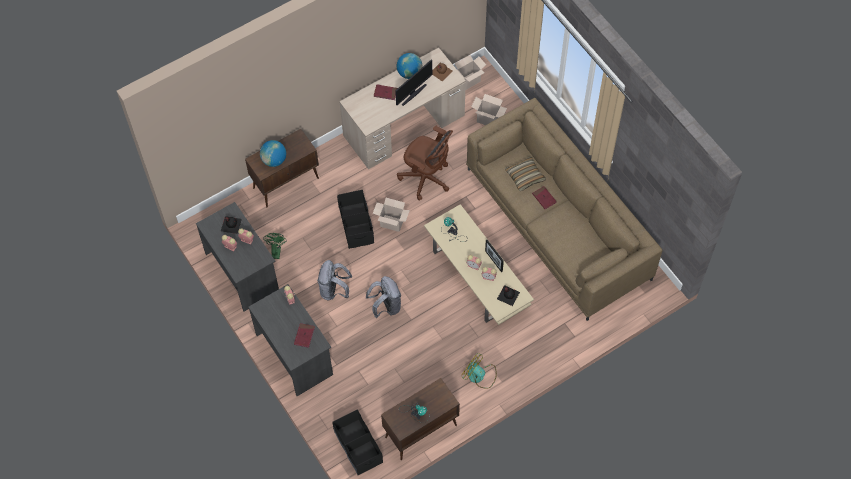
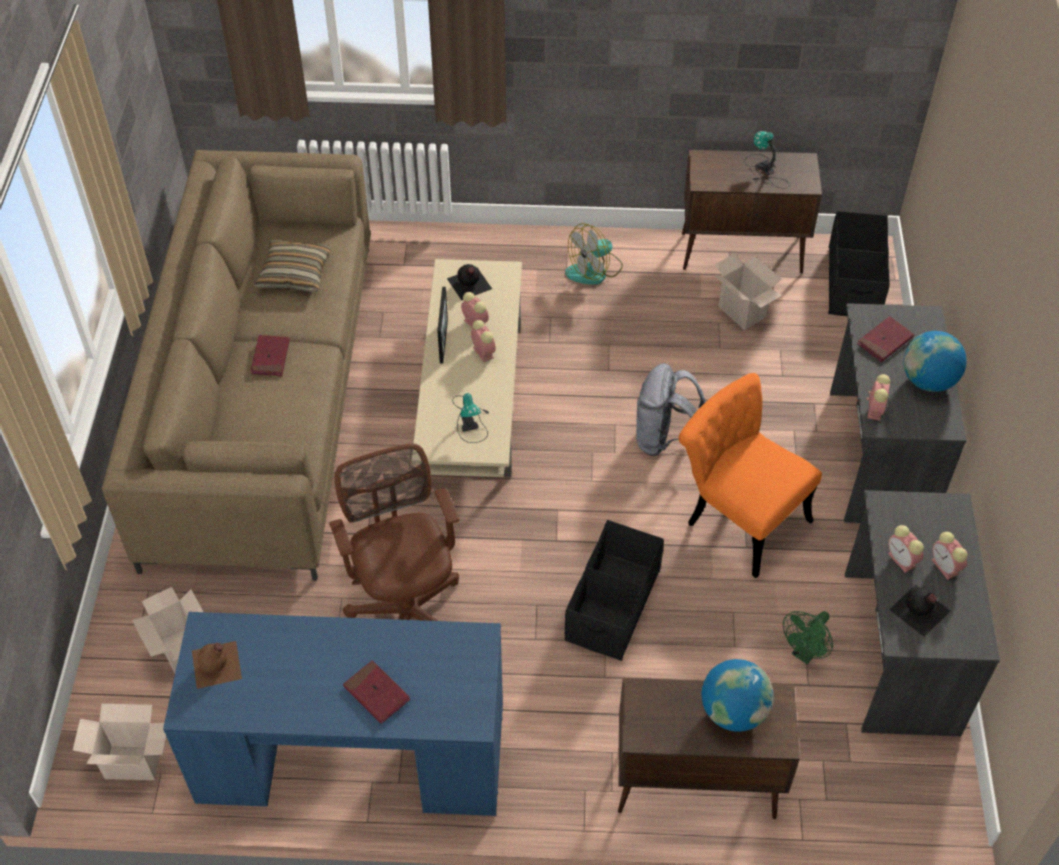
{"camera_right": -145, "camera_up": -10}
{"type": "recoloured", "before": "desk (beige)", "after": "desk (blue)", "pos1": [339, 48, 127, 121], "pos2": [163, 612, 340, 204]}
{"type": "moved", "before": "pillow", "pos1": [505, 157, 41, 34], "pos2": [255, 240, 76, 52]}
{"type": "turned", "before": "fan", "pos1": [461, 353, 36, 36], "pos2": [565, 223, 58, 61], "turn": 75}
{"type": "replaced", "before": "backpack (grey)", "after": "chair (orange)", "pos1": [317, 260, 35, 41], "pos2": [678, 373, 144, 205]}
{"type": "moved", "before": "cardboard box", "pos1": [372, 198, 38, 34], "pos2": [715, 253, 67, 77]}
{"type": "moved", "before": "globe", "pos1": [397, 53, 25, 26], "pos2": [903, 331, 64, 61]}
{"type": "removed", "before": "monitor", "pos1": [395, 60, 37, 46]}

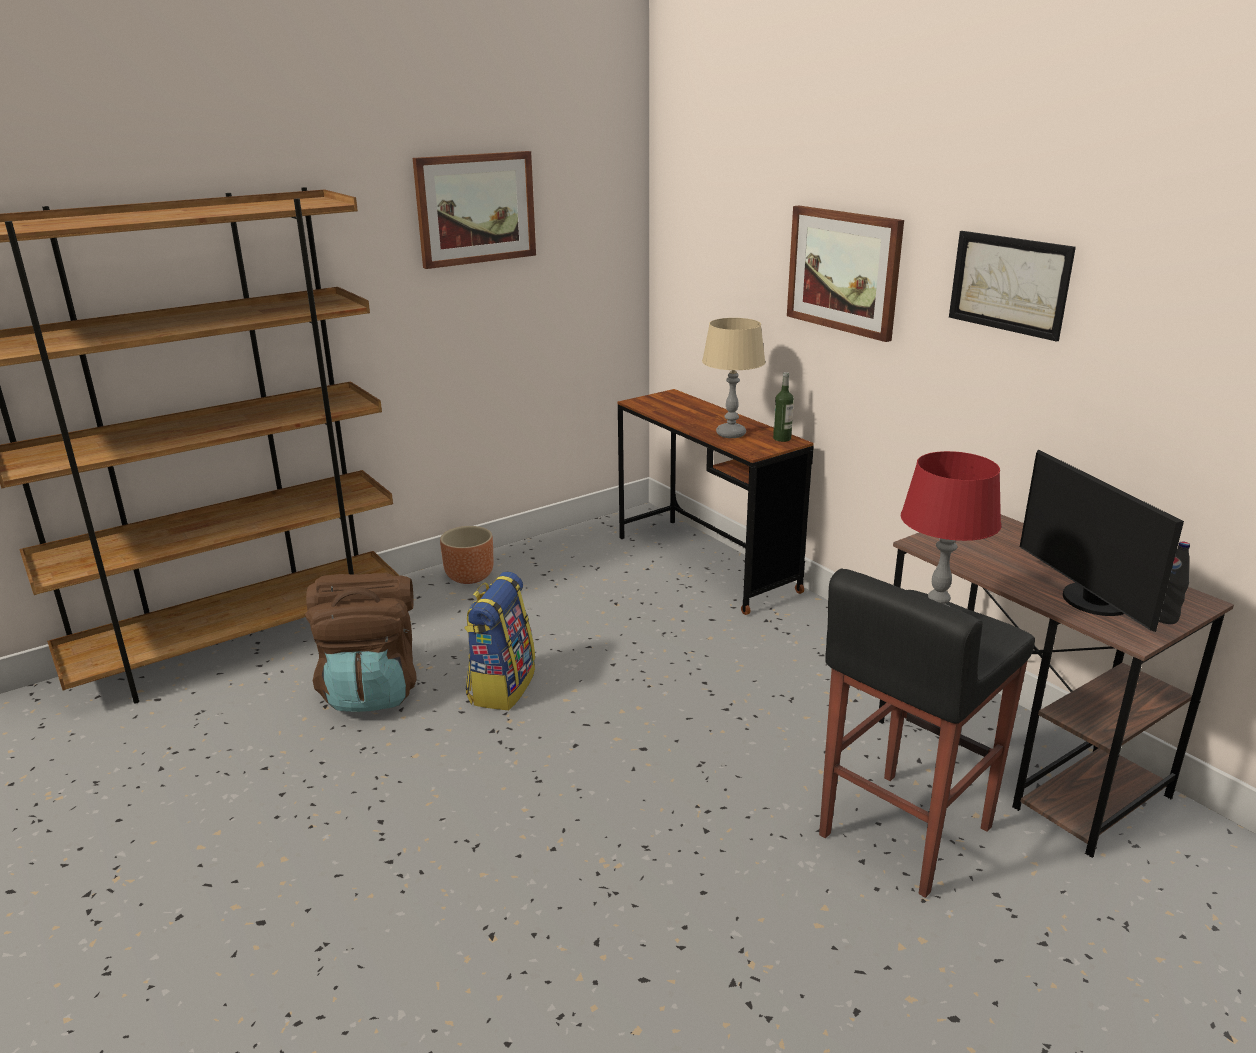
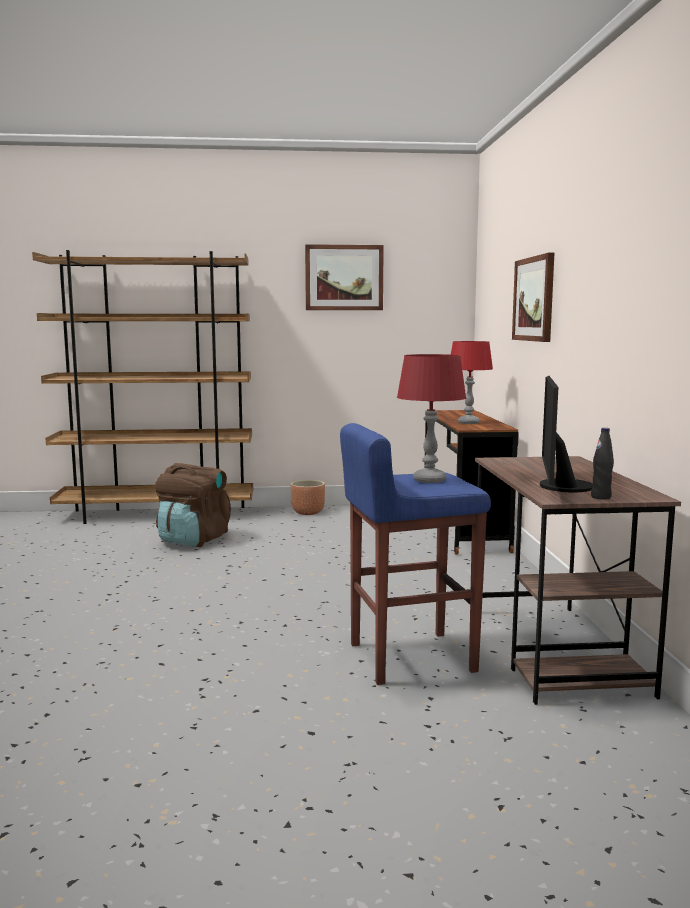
{"camera_right": 30, "camera_up": -15}
{"type": "recoloured", "before": "stool (black)", "after": "stool (blue)", "pos1": [819, 569, 216, 329], "pos2": [340, 423, 151, 262]}
{"type": "recoloured", "before": "table lamp (beige)", "after": "table lamp (red)", "pos1": [702, 318, 64, 120], "pos2": [451, 341, 42, 83]}
{"type": "removed", "before": "backpack", "pos1": [464, 572, 71, 138]}
{"type": "removed", "before": "bottle", "pos1": [773, 372, 21, 70]}
{"type": "removed", "before": "picture", "pos1": [949, 231, 127, 111]}

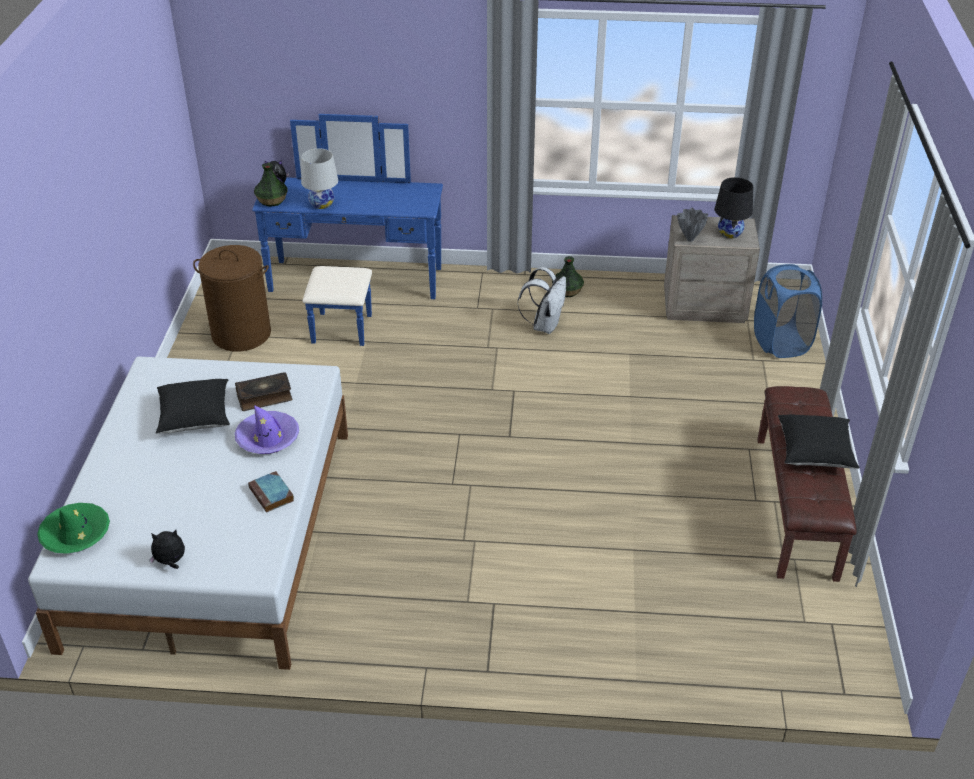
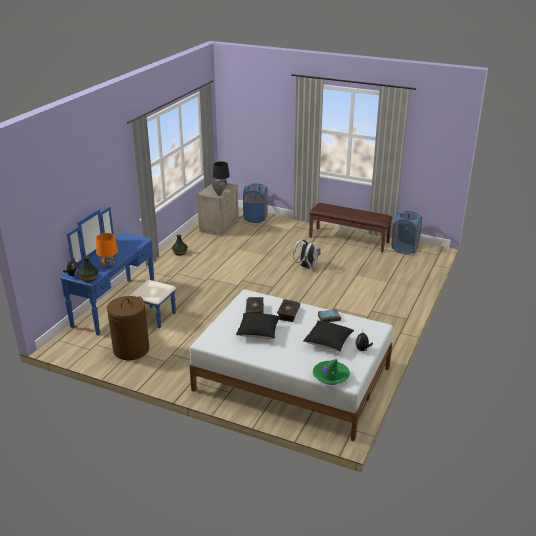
{"camera_right": -70, "camera_up": -10}
{"type": "recoloured", "before": "table lamp (white)", "after": "table lamp (orange)", "pos1": [301, 148, 37, 61], "pos2": [96, 233, 22, 35]}
{"type": "replaced", "before": "hat (purple)", "after": "book", "pos1": [235, 405, 64, 49], "pos2": [277, 299, 23, 23]}
{"type": "moved", "before": "backpack (white)", "pos1": [518, 267, 48, 67], "pos2": [293, 240, 28, 29]}
{"type": "moved", "before": "pillow (black)", "pos1": [778, 414, 81, 55], "pos2": [303, 321, 51, 31]}
{"type": "added", "after": "laundry basket (blue)", "pos2": [392, 211, 30, 44]}

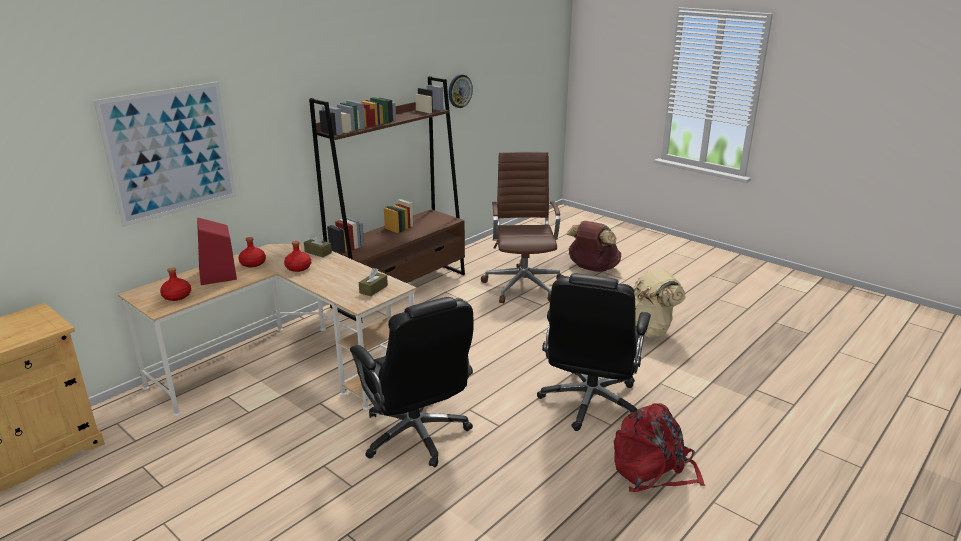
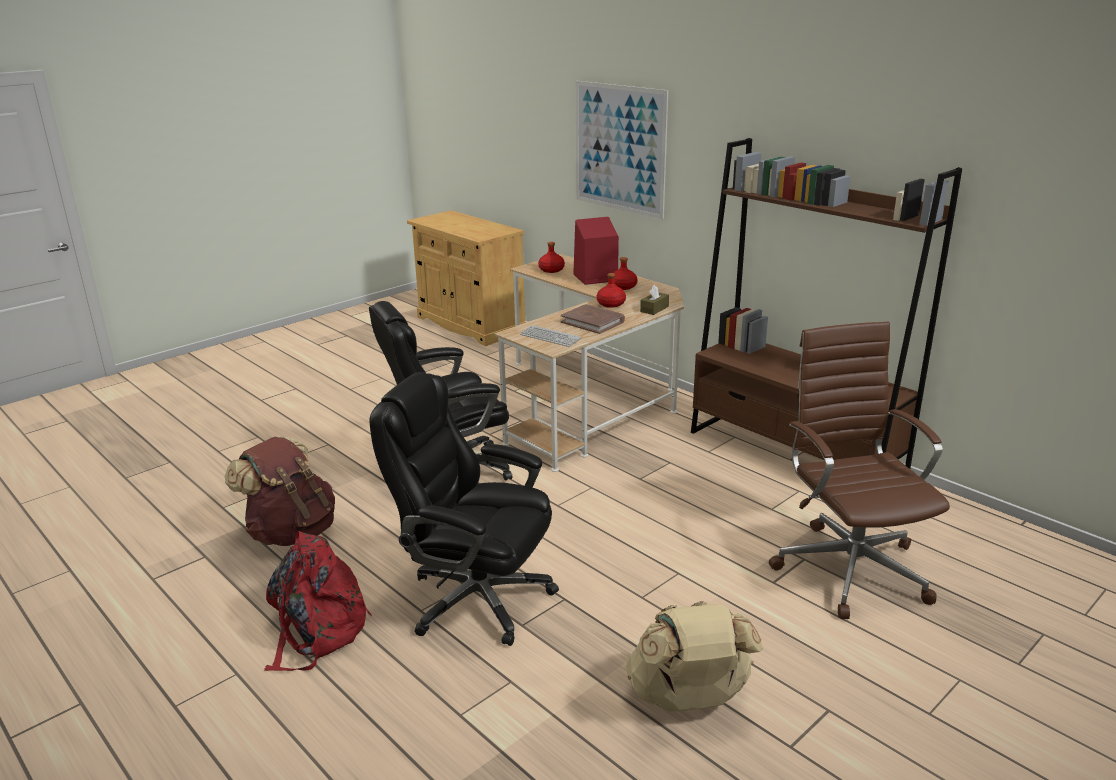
{"camera_right": 95, "camera_up": 0}
{"type": "moved", "before": "backpack (brown)", "pos1": [566, 221, 55, 51], "pos2": [225, 436, 110, 110]}
{"type": "replaced", "before": "tissue box (brown)", "after": "keyboard", "pos1": [359, 268, 29, 28], "pos2": [520, 325, 61, 22]}
{"type": "added", "after": "book (brown)", "pos2": [561, 304, 64, 30]}
{"type": "turned", "before": "office chair (brown)", "pos1": [481, 152, 82, 151], "pos2": [769, 322, 181, 297], "turn": -105}
{"type": "removed", "before": "wall clock", "pos1": [449, 74, 24, 34]}

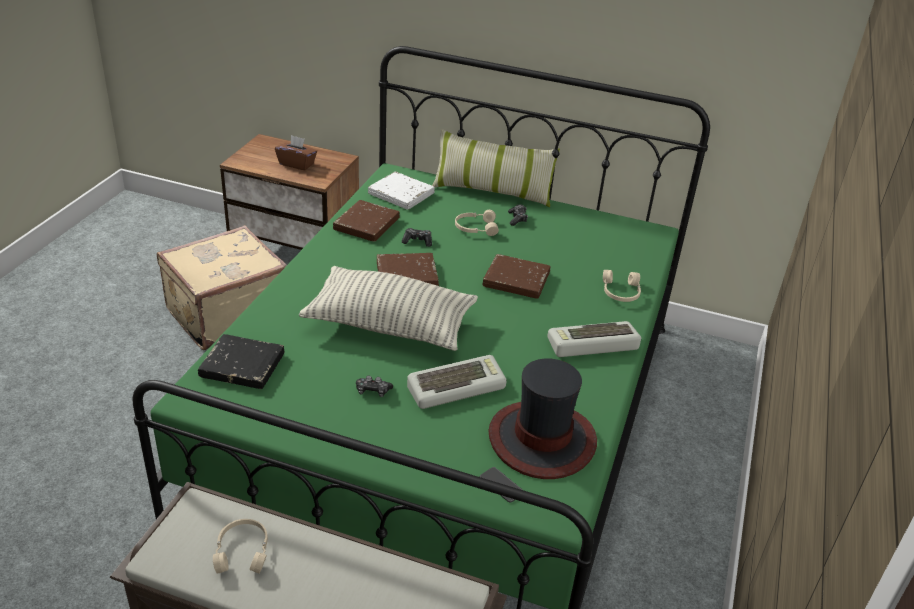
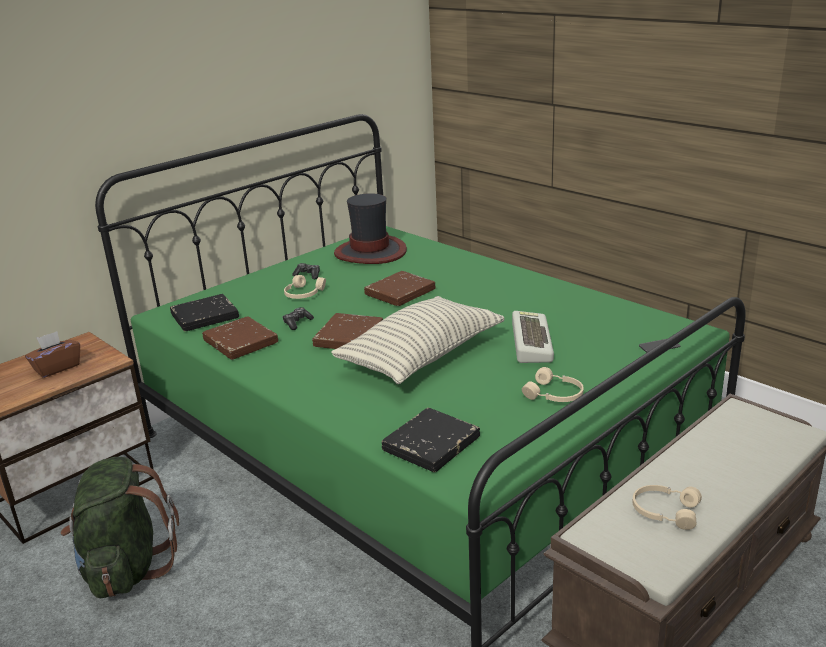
{"camera_right": -60, "camera_up": -10}
{"type": "replaced", "before": "suitcase (beige)", "after": "backpack (green)", "pos1": [157, 225, 130, 125], "pos2": [60, 457, 119, 141]}
{"type": "recoloured", "before": "book (white)", "after": "book (black)", "pos1": [368, 171, 67, 39], "pos2": [170, 294, 69, 37]}
{"type": "moved", "before": "hat", "pos1": [489, 358, 108, 121], "pos2": [334, 193, 73, 71]}
{"type": "moved", "before": "headphones (beige)", "pos1": [603, 270, 38, 32], "pos2": [522, 367, 62, 35]}
{"type": "removed", "before": "game controller", "pos1": [356, 376, 37, 21]}
{"type": "removed", "before": "pillow", "pos1": [432, 129, 128, 78]}
{"type": "removed", "before": "keyboard", "pos1": [547, 321, 94, 36]}

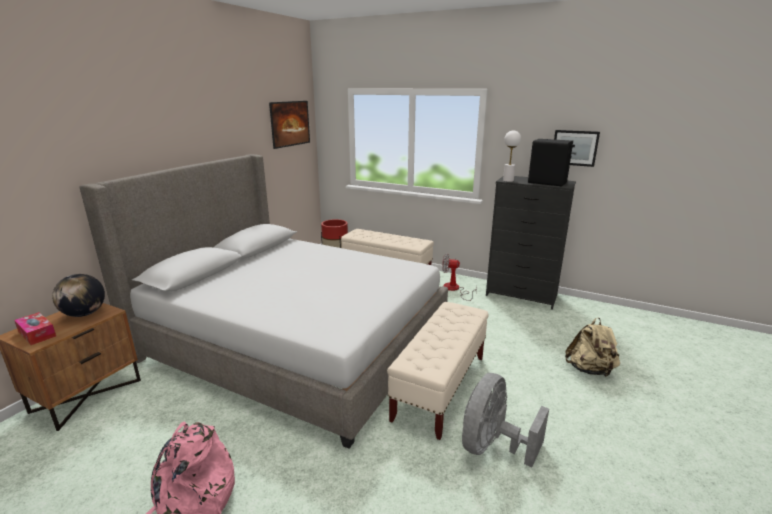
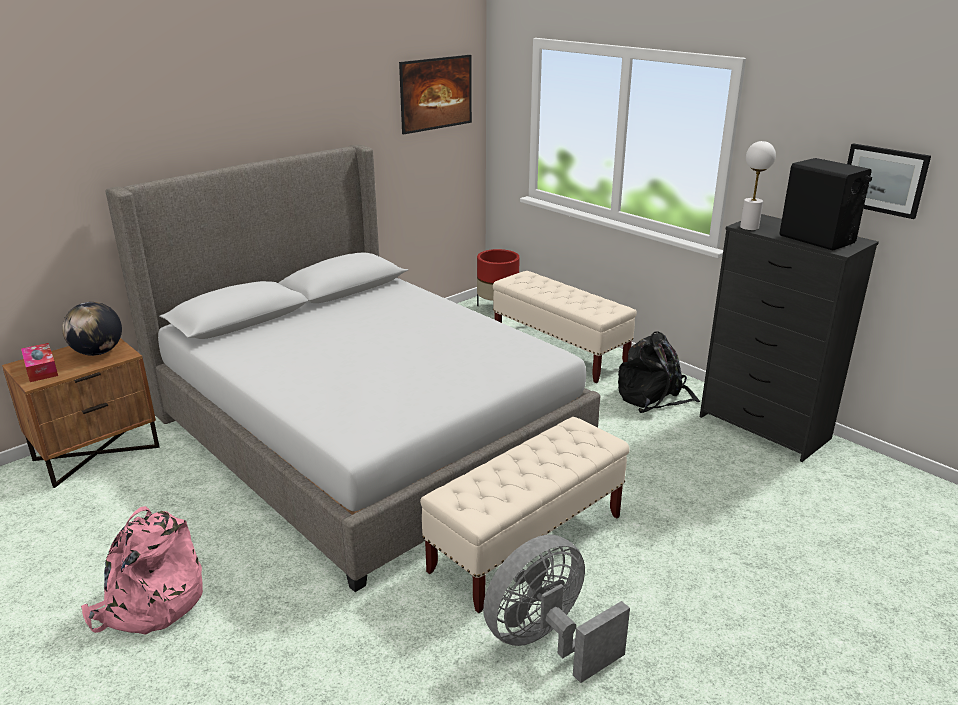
{"camera_right": 20, "camera_up": 5}
{"type": "replaced", "before": "fan", "after": "backpack (black)", "pos1": [442, 254, 35, 47], "pos2": [618, 331, 83, 82]}
{"type": "removed", "before": "backpack (beige)", "pos1": [565, 318, 55, 59]}

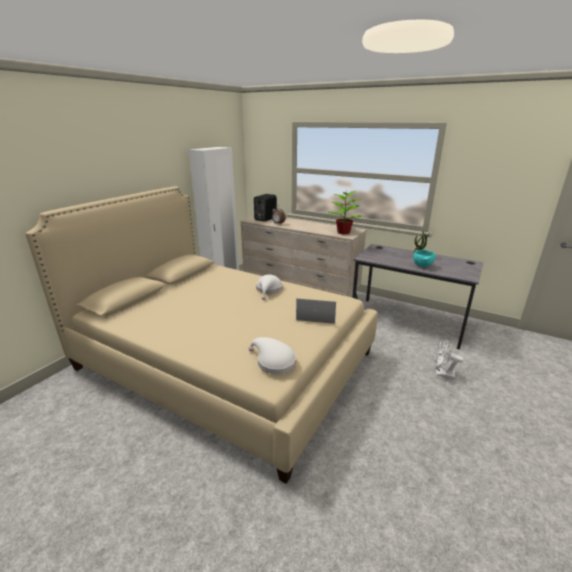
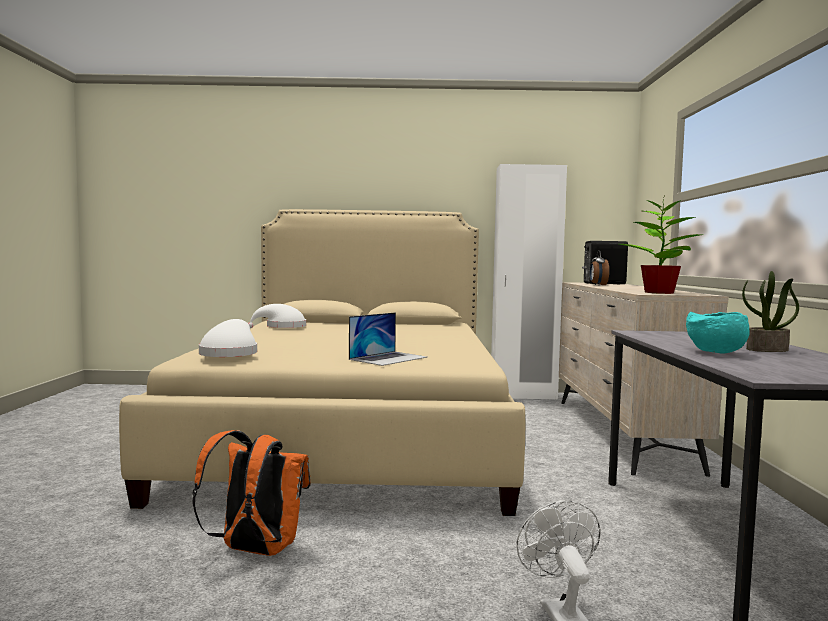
{"camera_right": 60, "camera_up": -20}
{"type": "added", "after": "backpack (orange)", "pos2": [192, 430, 119, 126]}
{"type": "moved", "before": "hat (white)", "pos1": [256, 274, 27, 26], "pos2": [248, 304, 58, 24]}
{"type": "turned", "before": "laptop", "pos1": [296, 298, 40, 26], "pos2": [349, 312, 78, 54], "turn": 60}

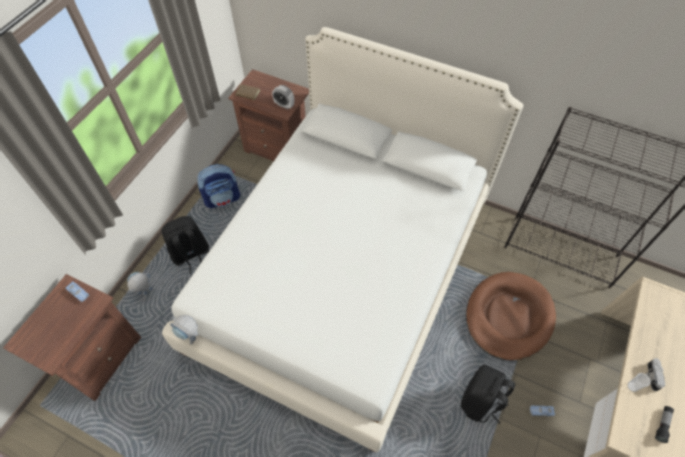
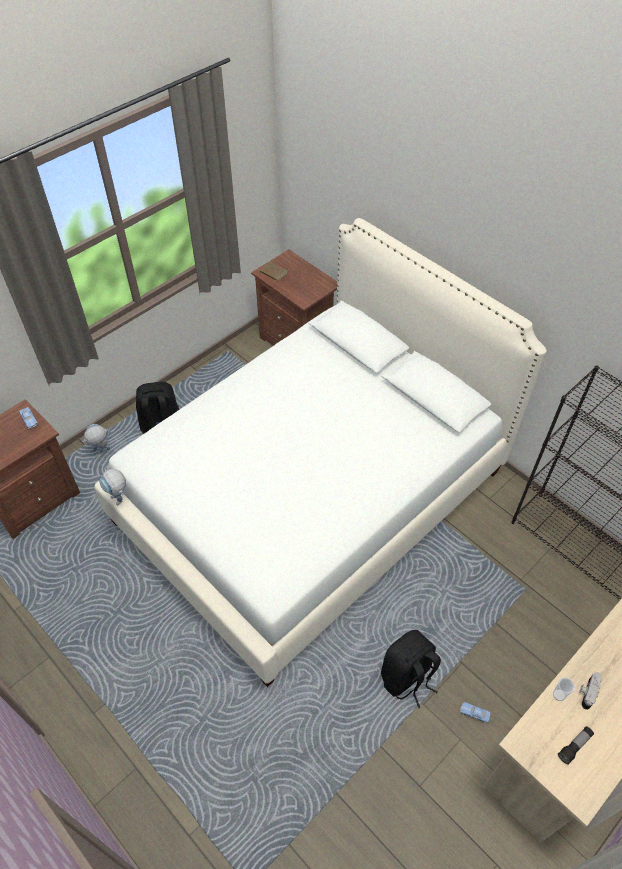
{"camera_right": 20, "camera_up": -5}
{"type": "removed", "before": "backpack", "pos1": [197, 164, 43, 44]}
{"type": "removed", "before": "alarm clock", "pos1": [272, 85, 22, 24]}
{"type": "removed", "before": "dog bed (brown)", "pos1": [466, 272, 90, 89]}

